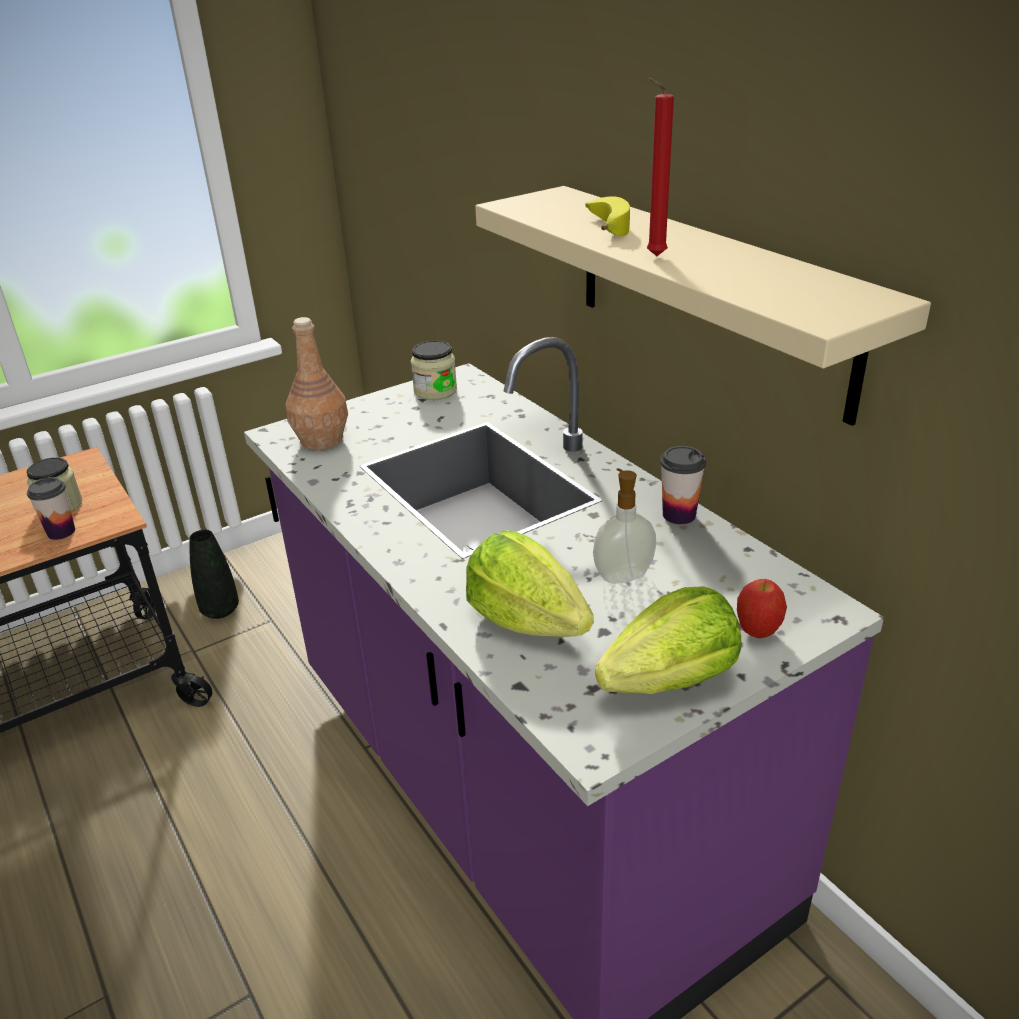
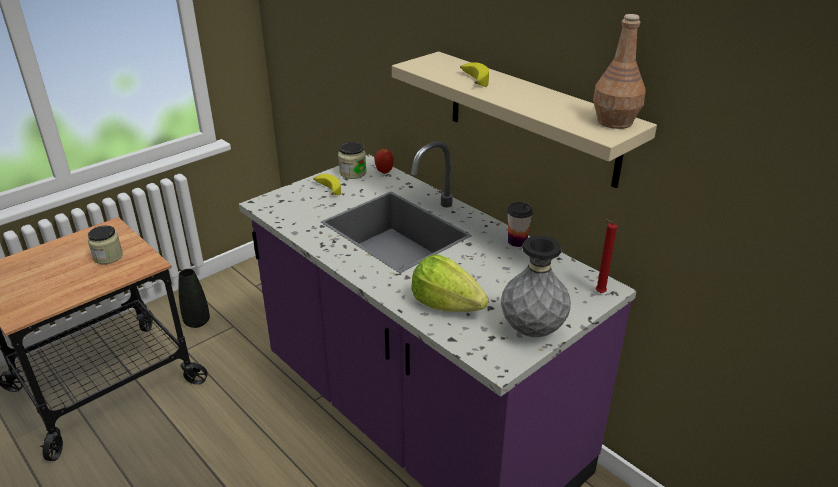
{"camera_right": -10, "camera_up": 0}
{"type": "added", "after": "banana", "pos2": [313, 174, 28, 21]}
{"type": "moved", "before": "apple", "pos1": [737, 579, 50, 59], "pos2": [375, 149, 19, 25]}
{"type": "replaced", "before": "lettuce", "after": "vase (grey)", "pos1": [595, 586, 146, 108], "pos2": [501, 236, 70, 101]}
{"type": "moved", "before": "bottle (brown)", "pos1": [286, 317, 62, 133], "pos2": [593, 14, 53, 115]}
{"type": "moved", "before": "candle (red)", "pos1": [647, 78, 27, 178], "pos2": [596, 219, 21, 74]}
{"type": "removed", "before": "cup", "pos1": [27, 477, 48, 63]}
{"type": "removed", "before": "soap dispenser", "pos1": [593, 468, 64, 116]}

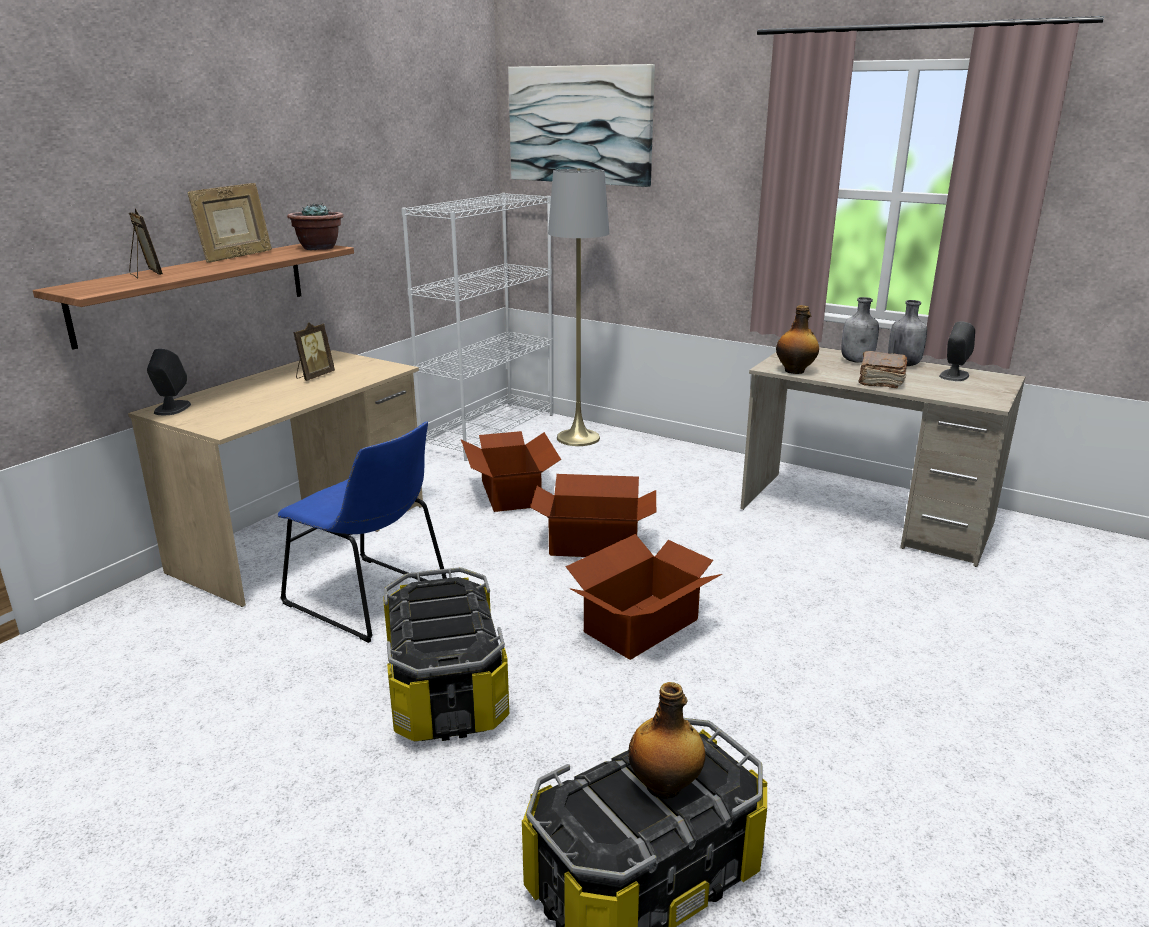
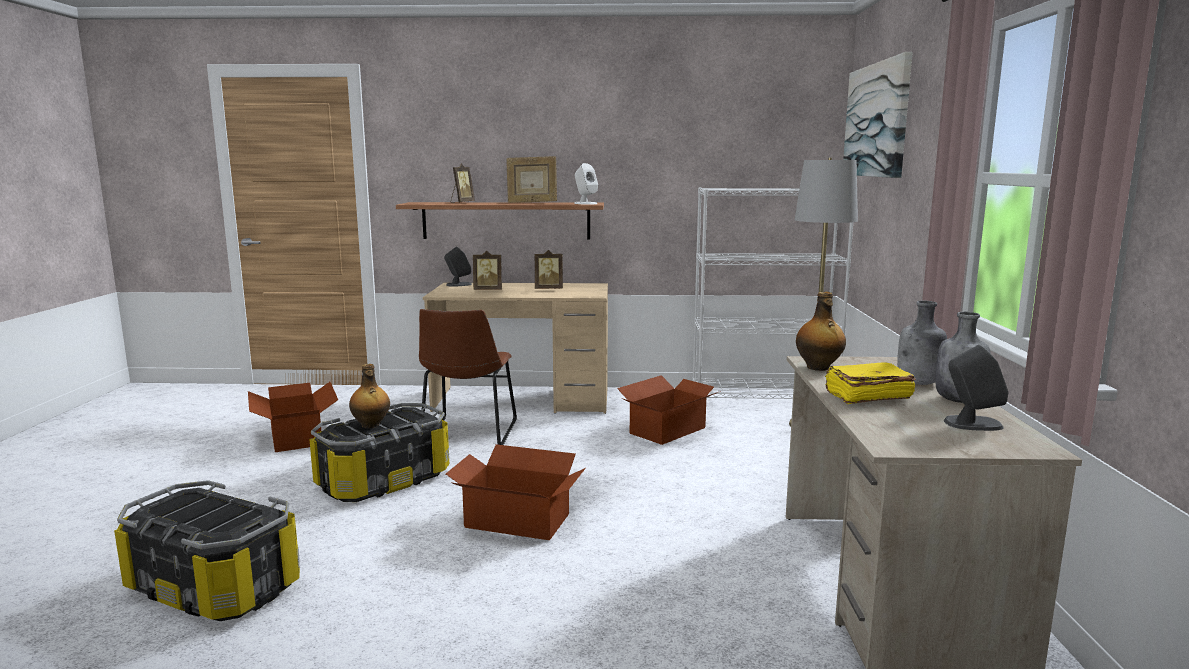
{"camera_right": 60, "camera_up": -10}
{"type": "moved", "before": "cardboard box", "pos1": [530, 474, 126, 83], "pos2": [248, 382, 90, 70]}
{"type": "moved", "before": "bottle", "pos1": [628, 682, 77, 117], "pos2": [349, 364, 41, 64]}
{"type": "recoloured", "before": "chair (blue)", "after": "chair (brown)", "pos1": [278, 422, 169, 221], "pos2": [419, 309, 98, 136]}
{"type": "added", "after": "picture frame", "pos2": [473, 251, 29, 39]}
{"type": "replaced", "before": "potted plant", "after": "speaker (white)", "pos1": [287, 203, 56, 47], "pos2": [574, 163, 24, 42]}
{"type": "recoloured", "before": "book (brown)", "after": "book (yellow)", "pos1": [859, 351, 48, 37], "pos2": [825, 362, 91, 42]}

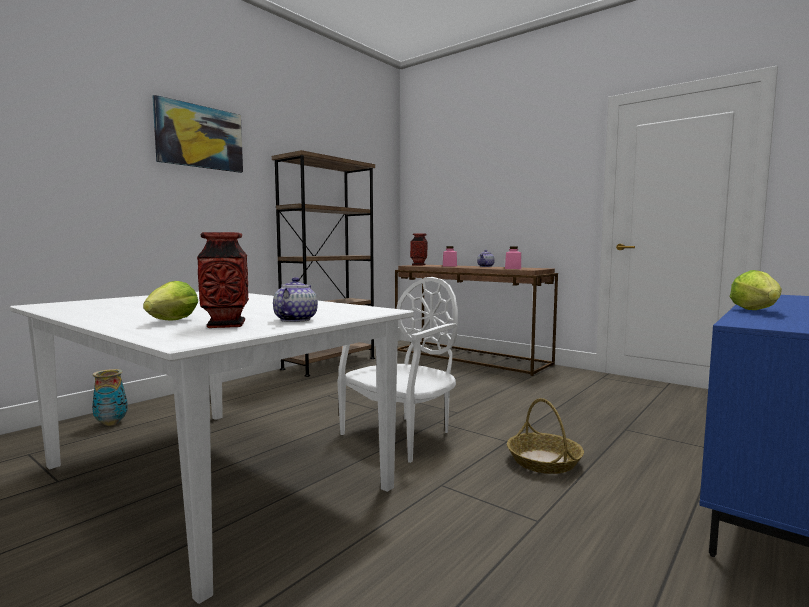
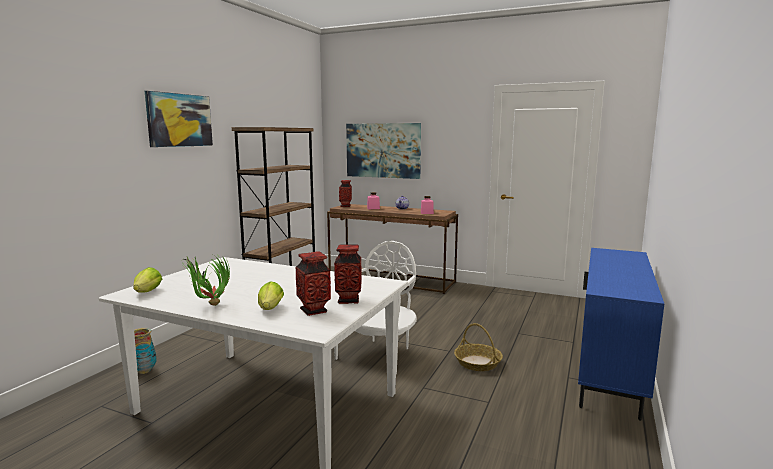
{"camera_right": -15, "camera_up": 5}
{"type": "moved", "before": "lettuce", "pos1": [730, 270, 52, 40], "pos2": [133, 267, 29, 26]}
{"type": "added", "after": "potted plant", "pos2": [183, 256, 47, 50]}
{"type": "replaced", "before": "teapot", "after": "vase", "pos1": [273, 277, 45, 45], "pos2": [334, 245, 28, 59]}
{"type": "added", "after": "picture", "pos2": [346, 123, 75, 56]}

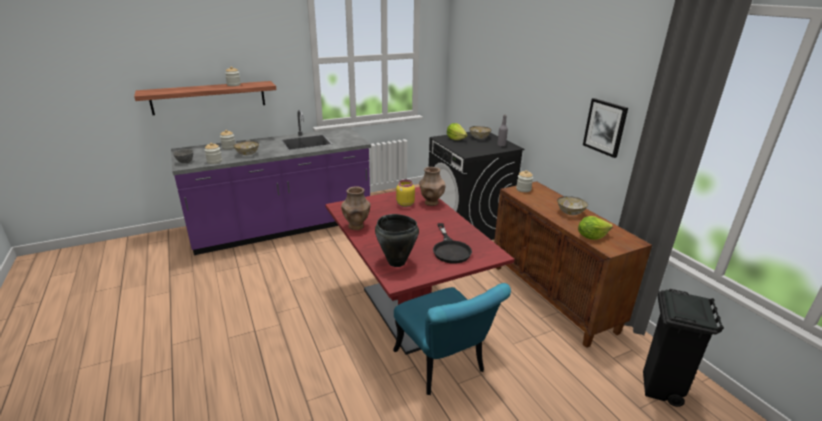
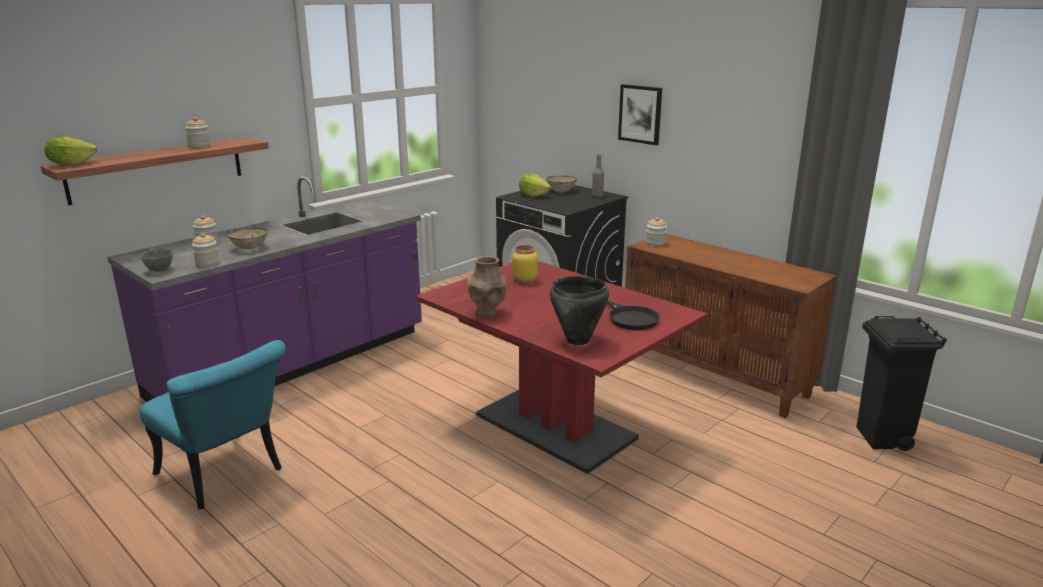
{"camera_right": -20, "camera_up": -5}
{"type": "moved", "before": "lettuce", "pos1": [578, 216, 35, 24], "pos2": [44, 136, 53, 30]}
{"type": "moved", "before": "chair (turquoise)", "pos1": [393, 283, 118, 112], "pos2": [139, 340, 146, 169]}
{"type": "moved", "before": "picture", "pos1": [583, 98, 45, 60], "pos2": [618, 84, 44, 61]}
{"type": "removed", "before": "vase (brown)", "pos1": [419, 167, 26, 39]}
{"type": "removed", "before": "bowl", "pos1": [557, 196, 31, 19]}

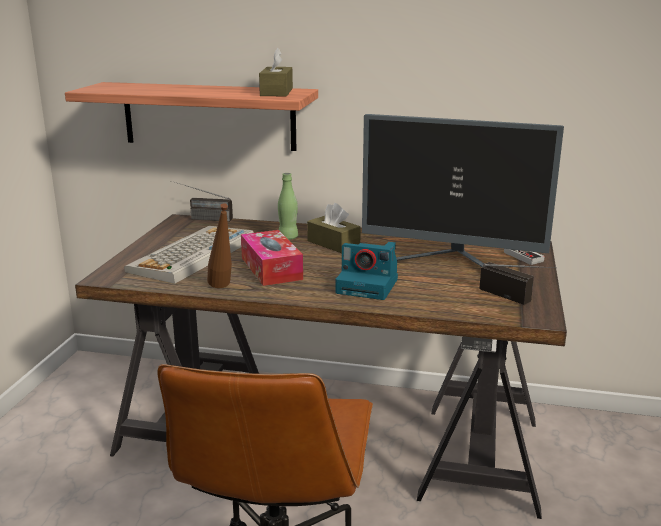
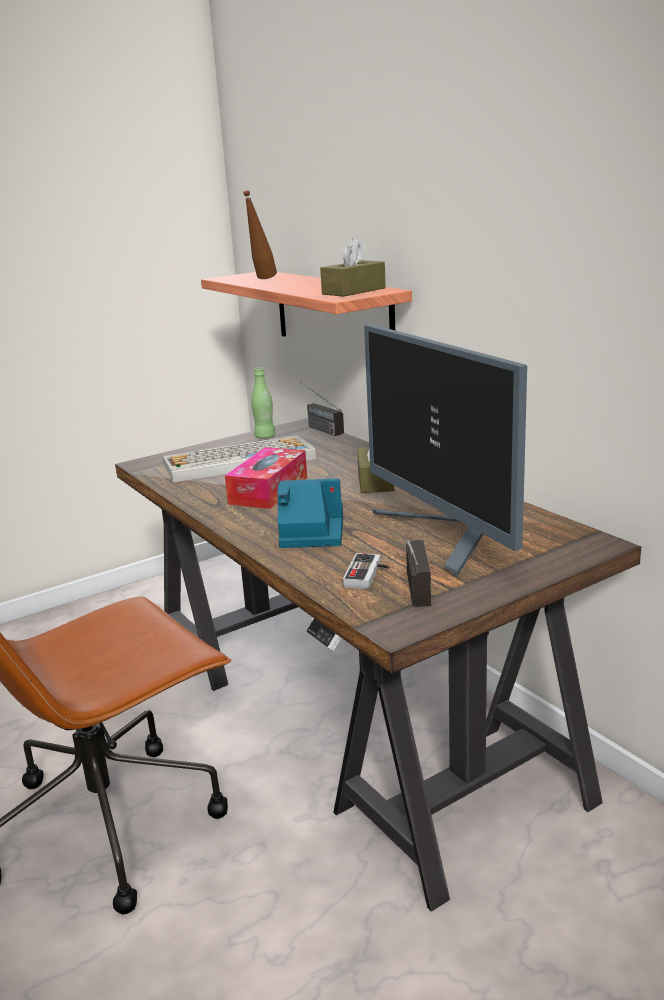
{"camera_right": 45, "camera_up": 0}
{"type": "moved", "before": "bottle (brown)", "pos1": [207, 203, 25, 85], "pos2": [243, 190, 34, 89]}
{"type": "moved", "before": "bottle (green)", "pos1": [278, 173, 20, 67], "pos2": [251, 367, 24, 72]}
{"type": "turned", "before": "photo camera", "pos1": [336, 242, 62, 58], "pos2": [278, 479, 65, 69], "turn": 120}
{"type": "moved", "before": "game controller", "pos1": [504, 249, 41, 16], "pos2": [343, 553, 46, 36]}

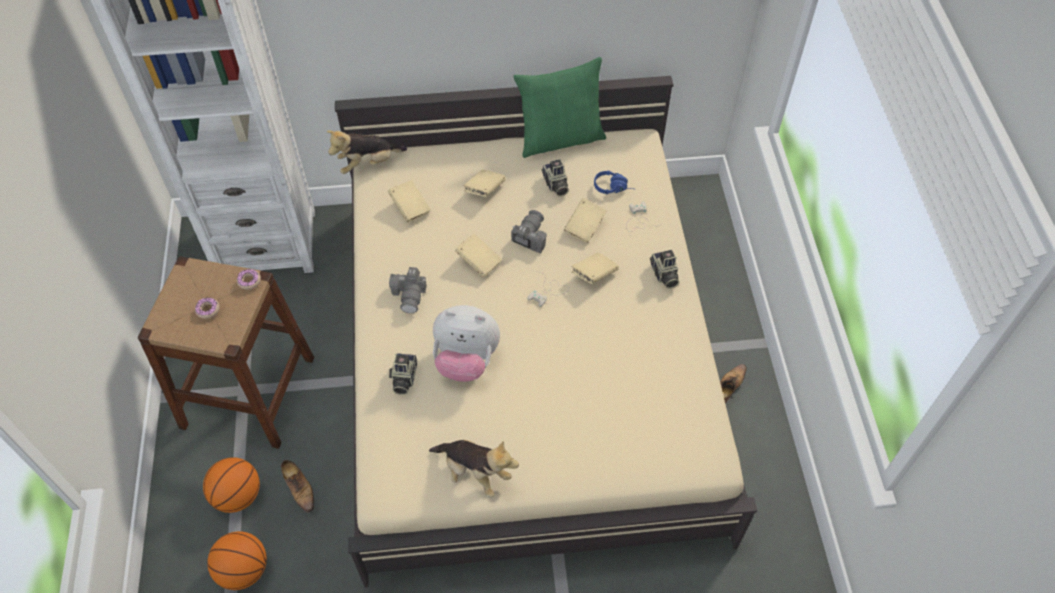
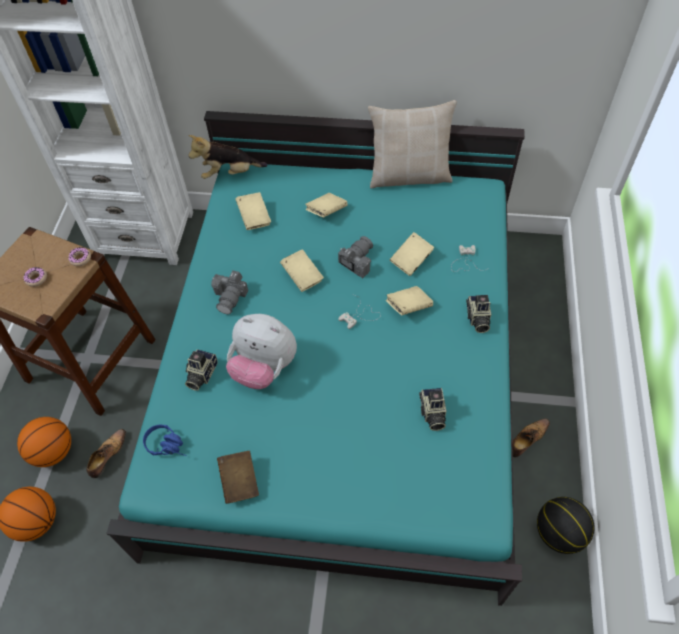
{"camera_right": 15, "camera_up": 0}
{"type": "turned", "before": "shoe", "pos1": [281, 460, 33, 53], "pos2": [87, 429, 39, 49], "turn": -135}
{"type": "recoloured", "before": "bed (beige)", "after": "bed (turquoise)", "pos1": [335, 76, 422, 511], "pos2": [106, 111, 419, 495]}
{"type": "moved", "before": "headphones (blue)", "pos1": [594, 171, 39, 23], "pos2": [143, 425, 44, 31]}
{"type": "replaced", "before": "plush toy", "after": "book (brown)", "pos1": [429, 440, 90, 58], "pos2": [217, 450, 42, 54]}
{"type": "recoloured", "before": "pillow (green)", "after": "pillow (beige)", "pos1": [514, 57, 92, 101], "pos2": [368, 100, 89, 89]}
{"type": "moved", "before": "photo camera", "pos1": [542, 159, 27, 37], "pos2": [419, 388, 27, 43]}
{"type": "added", "after": "basketball", "pos2": [537, 497, 58, 57]}

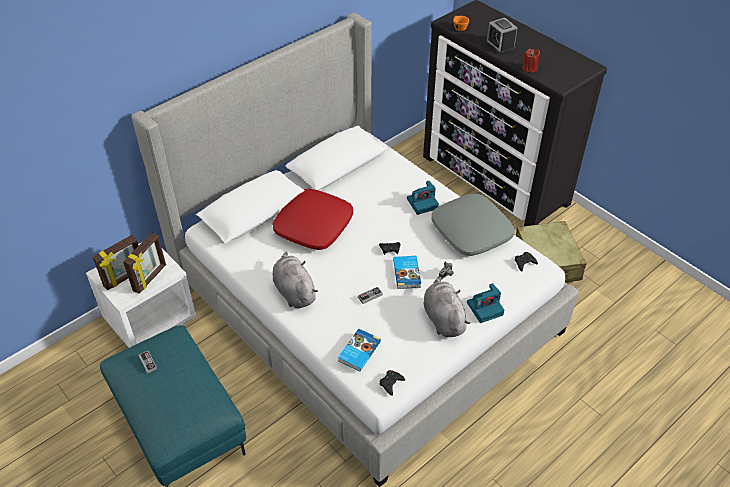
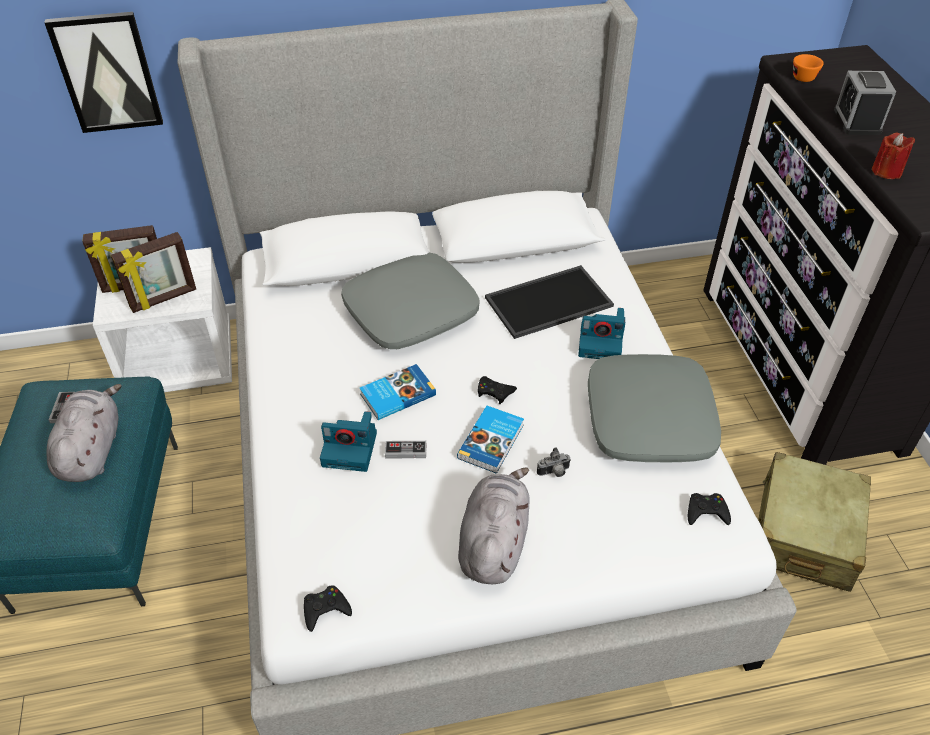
{"camera_right": 30, "camera_up": 0}
{"type": "added", "after": "picture", "pos2": [44, 12, 119, 121]}
{"type": "moved", "before": "plush toy (grey)", "pos1": [273, 252, 45, 56], "pos2": [47, 384, 75, 98]}
{"type": "moved", "before": "photo camera", "pos1": [467, 283, 37, 40], "pos2": [320, 411, 57, 61]}
{"type": "recoloured", "before": "pillow (red)", "after": "pillow (grey)", "pos1": [273, 189, 80, 61], "pos2": [341, 253, 139, 96]}
{"type": "moved", "before": "book", "pos1": [338, 329, 43, 42], "pos2": [360, 364, 76, 56]}
{"type": "added", "after": "tray", "pos2": [485, 265, 129, 74]}

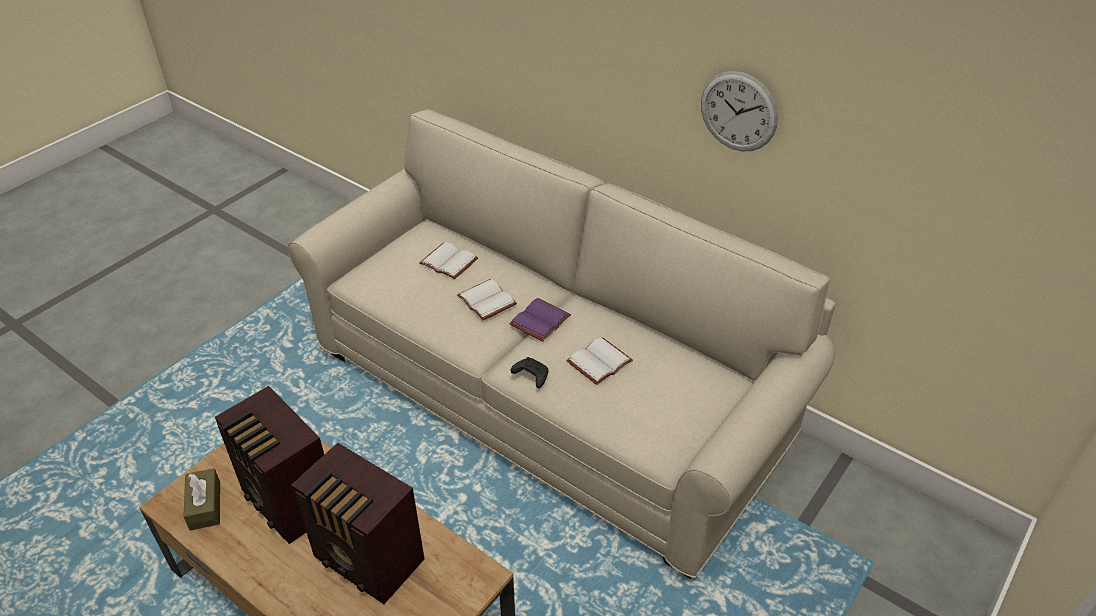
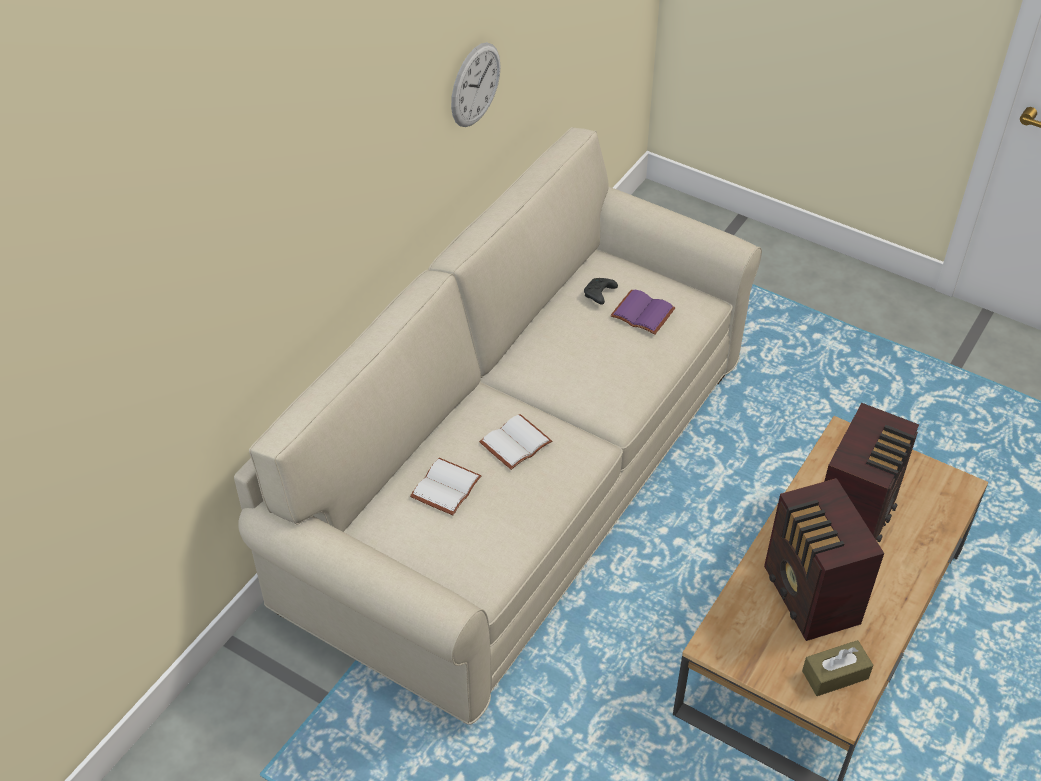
{"camera_right": -95, "camera_up": 5}
{"type": "moved", "before": "game controller (black)", "pos1": [511, 357, 38, 31], "pos2": [584, 278, 34, 27]}
{"type": "moved", "before": "book (purple)", "pos1": [509, 298, 62, 43], "pos2": [610, 289, 66, 46]}
{"type": "turned", "before": "radio", "pos1": [215, 386, 109, 158], "pos2": [764, 478, 120, 163], "turn": 120}
{"type": "removed", "before": "book (white)", "pos1": [566, 337, 67, 48]}

